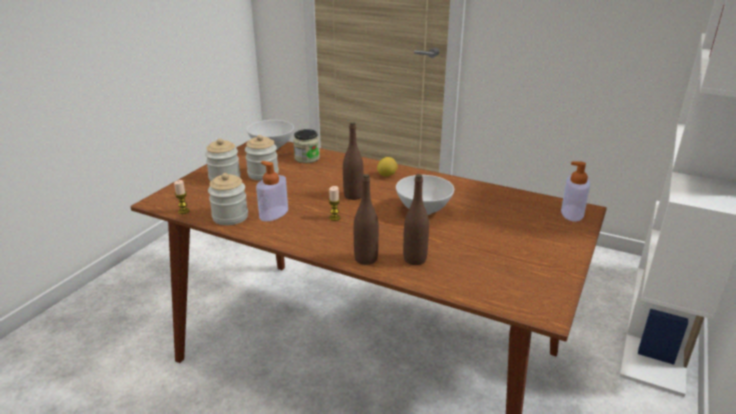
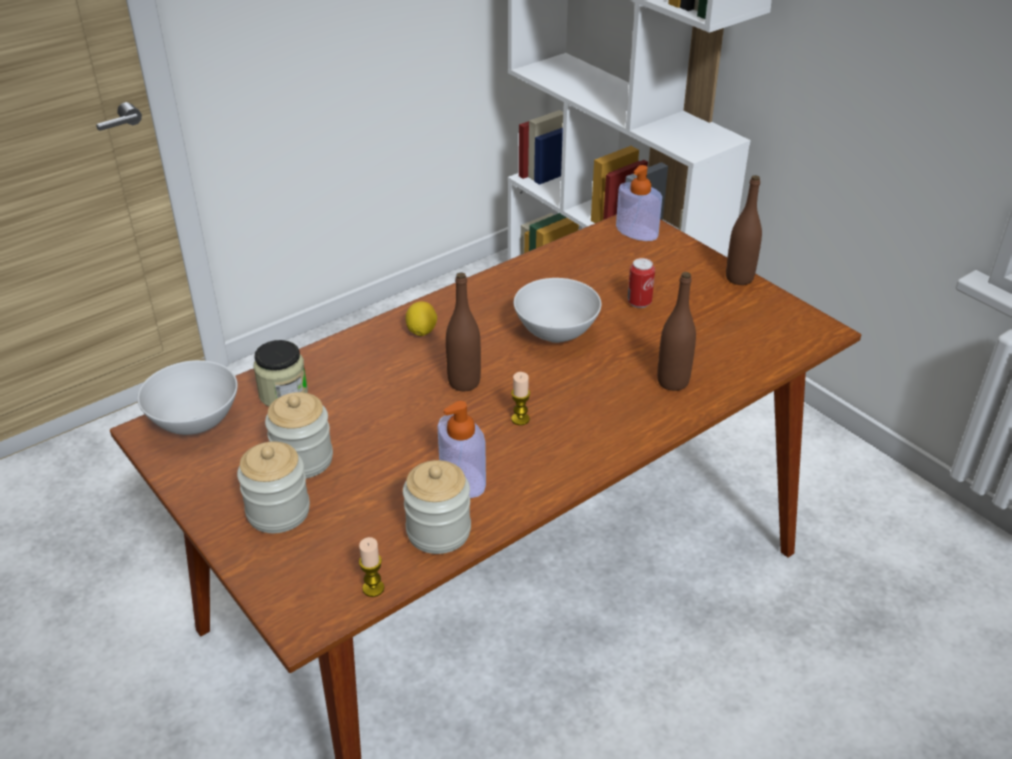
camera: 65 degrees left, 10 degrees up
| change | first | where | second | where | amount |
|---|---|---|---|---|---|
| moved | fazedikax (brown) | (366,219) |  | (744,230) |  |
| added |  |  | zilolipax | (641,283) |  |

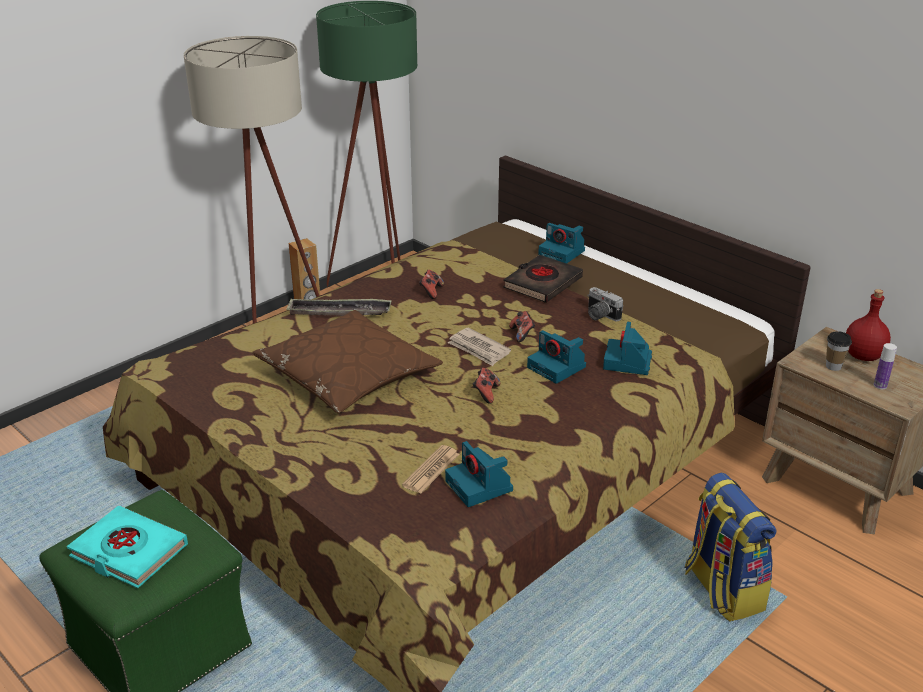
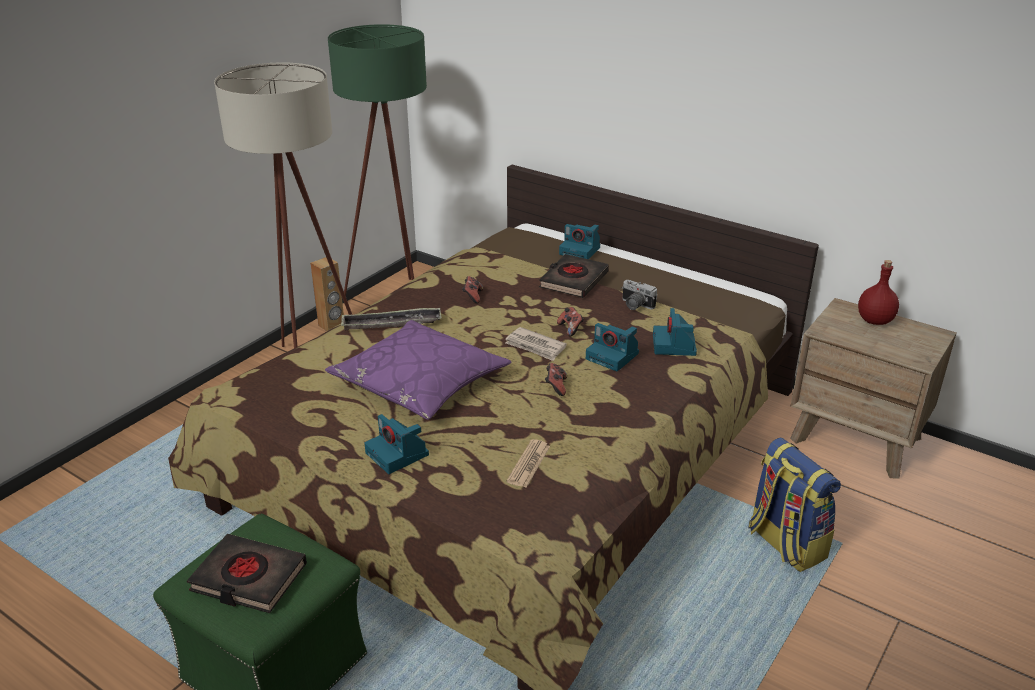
camera: 10 degrees left, 0 degrees up
| change | first | where | second | where | amount |
|---|---|---|---|---|---|
| recoloured | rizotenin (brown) | (347,361) | rizotenin (purple) | (418,370) |  |
| removed | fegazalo | (839,351) |  |  |  |
| removed | fazedikax | (885,366) |  |  |  |
| moved | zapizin | (479,474) |  | (396,444) |  |
| recoloured | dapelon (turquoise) | (127,547) | dapelon (black) | (247,573) |  |

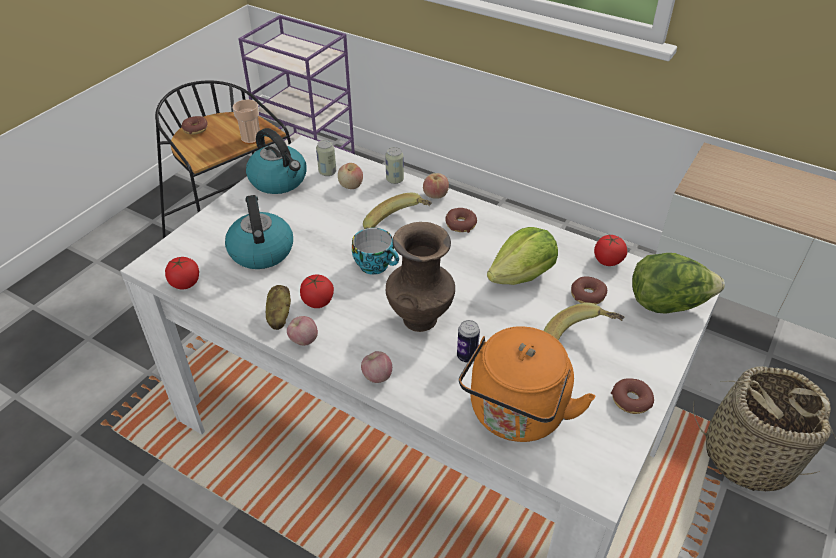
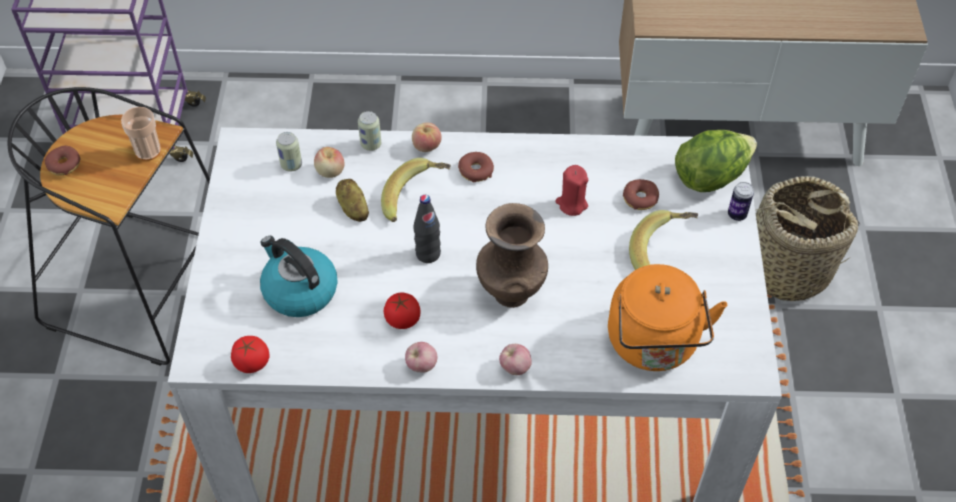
camera: 30 degrees left, 10 degrees up
| change | first | where | second | where | amount |
|---|---|---|---|---|---|
| removed | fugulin | (276,161) |  |  |  |
| replaced | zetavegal | (522,256) | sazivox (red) | (572,190) |  |
| replaced | fegazalo | (375,251) | fazedikax (black) | (427,229) |  |
| removed | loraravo | (610,250) |  |  |  |
| moved | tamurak | (278,307) |  | (352,200) |  |
| moved | zilolipax | (468,341) |  | (741,201) |  |
| removed | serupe | (632,396) |  |  |  |

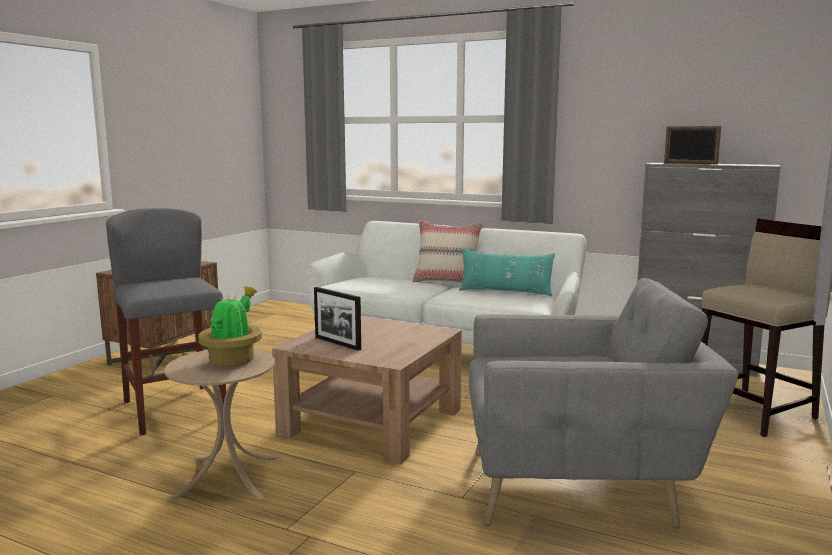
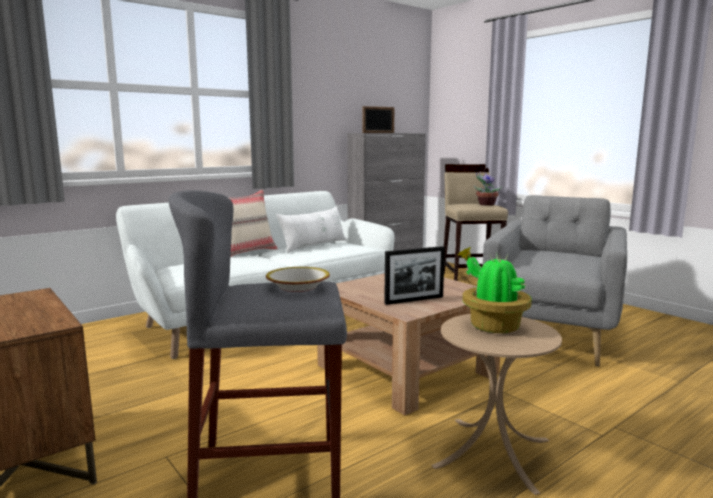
camera: 65 degrees left, 0 degrees up
| change | first | where | second | where | amount |
|---|---|---|---|---|---|
| recoloured | rizotenin (turquoise) | (507,272) | rizotenin (white) | (311,229) |  |
| added |  |  | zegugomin | (488,187) |  |
| added |  |  | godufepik | (298,279) |  |

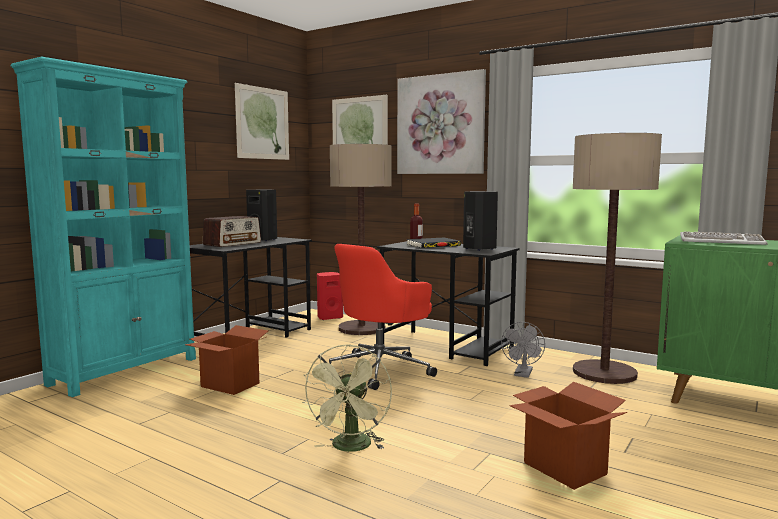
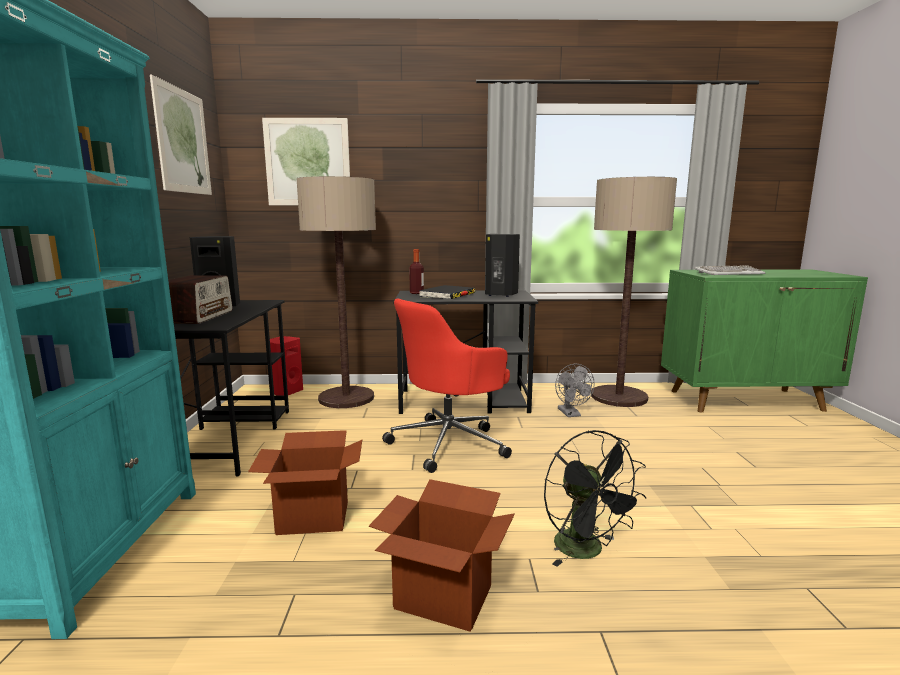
camera: 35 degrees left, 5 degrees up
| change | first | where | second | where | amount |
|---|---|---|---|---|---|
| removed | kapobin | (441,121) |  |  |  |
| turned | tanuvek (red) | (383,317) |  | (447,386) | 45 degrees clockwise |
| recoloured | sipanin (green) | (347,398) | sipanin (black) | (595,498) |  |
| moved | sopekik | (568,436) |  | (442,555) |  |

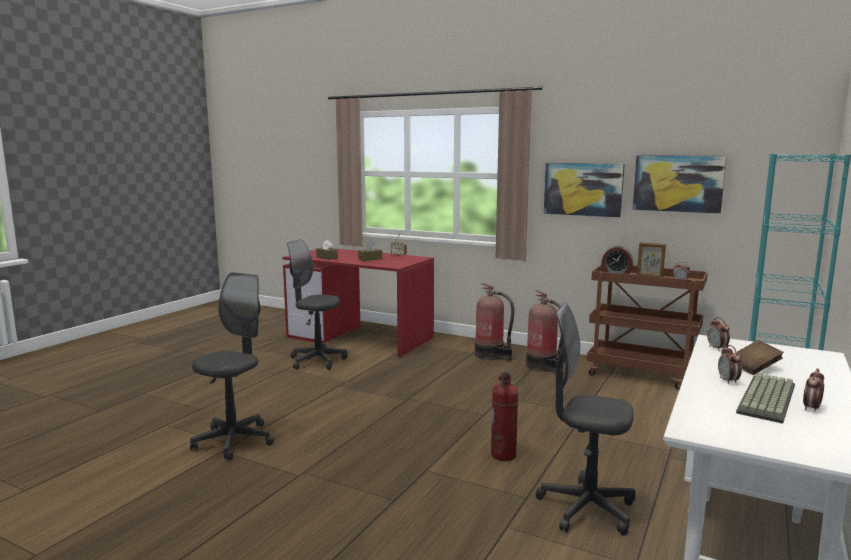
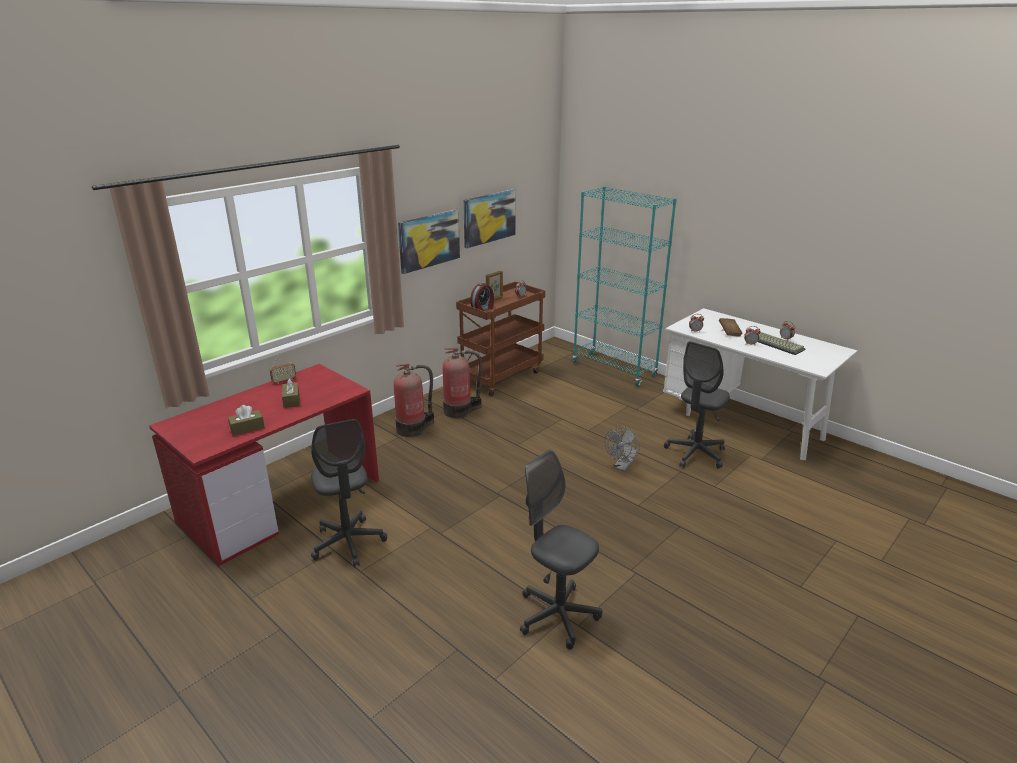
camera: 75 degrees left, 15 degrees up
| change | first | where | second | where | amount |
|---|---|---|---|---|---|
| turned | tanuvek (grey) | (317,304) |  | (349,493) | 60 degrees counterclockwise |
| replaced | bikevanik | (504,416) | sipanin (grey) | (622,449) |  |

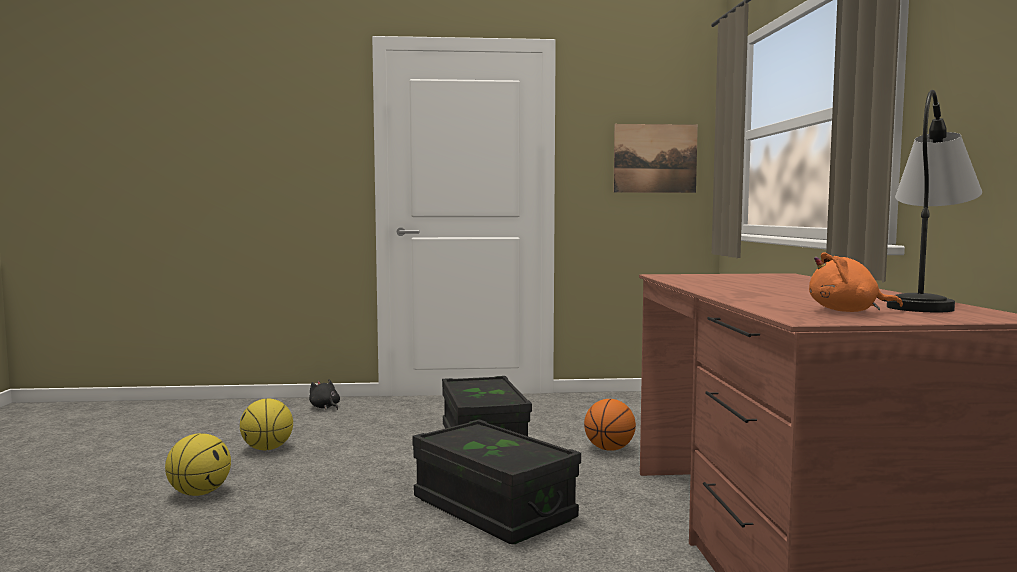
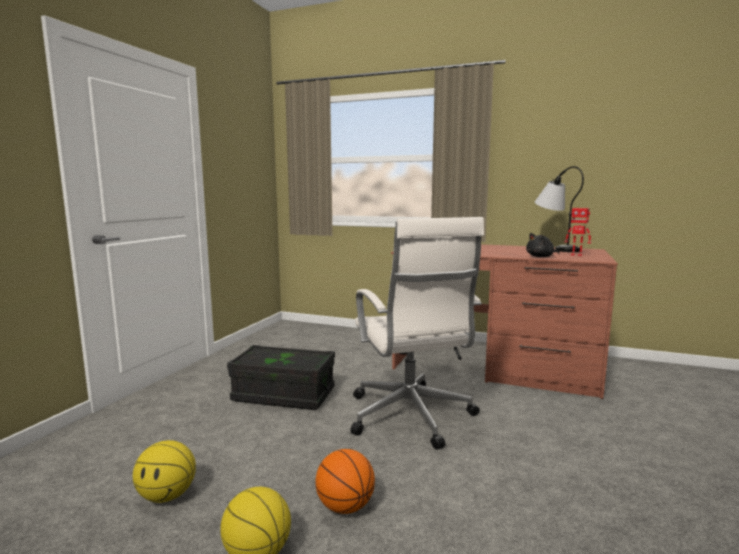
camera: 65 degrees left, 5 degrees up
| change | first | where | second | where | amount |
|---|---|---|---|---|---|
| removed | kapobin | (655,158) |  |  |  |
| replaced | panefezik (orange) | (856,282) | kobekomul | (577,232) |  |
| moved | panefezik (black) | (324,394) |  | (542,245) |  |
| moved | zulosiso | (610,425) |  | (345,481) |  |
| replaced | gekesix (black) | (496,481) | tanuvek (white) | (417,333) |  |

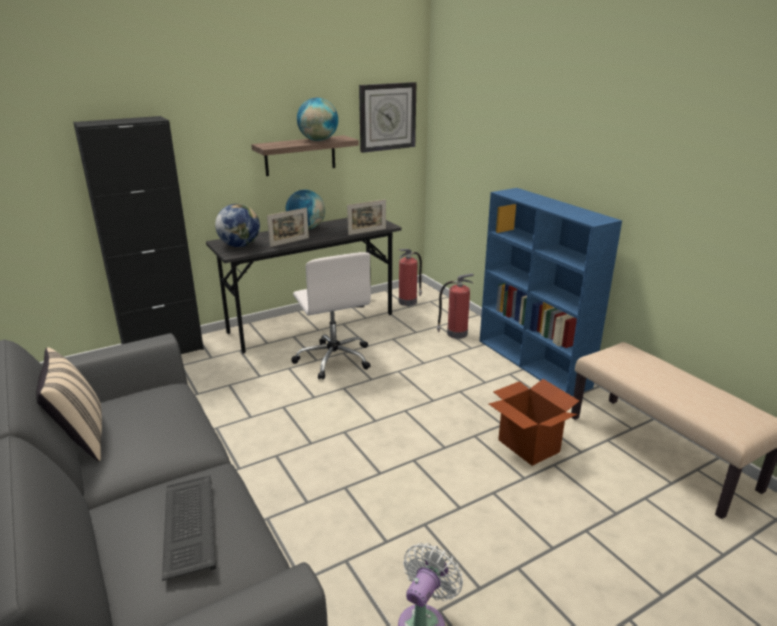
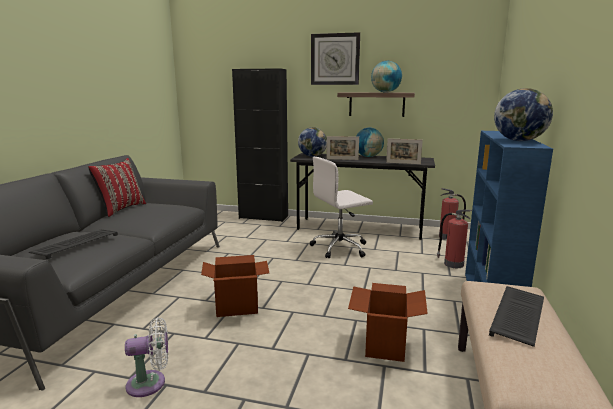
camera: 45 degrees right, 10 degrees down
| change | first | where | second | where | amount |
|---|---|---|---|---|---|
| moved | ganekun | (388,117) |  | (335,58) |  |
| turned | tanuvek (white) | (331,315) |  | (341,208) | 45 degrees clockwise |
| recoloured | rizotenin (beige) | (69,404) | rizotenin (red) | (117,187) |  |
| added |  |  | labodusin | (523,114) |  |
| added |  |  | sopekik | (235,286) |  |
| added |  |  | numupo | (516,316) |  |

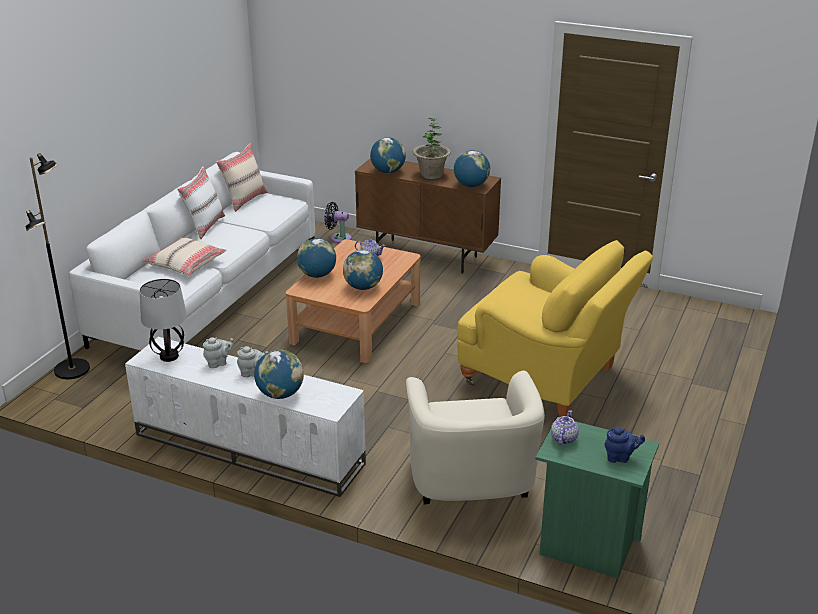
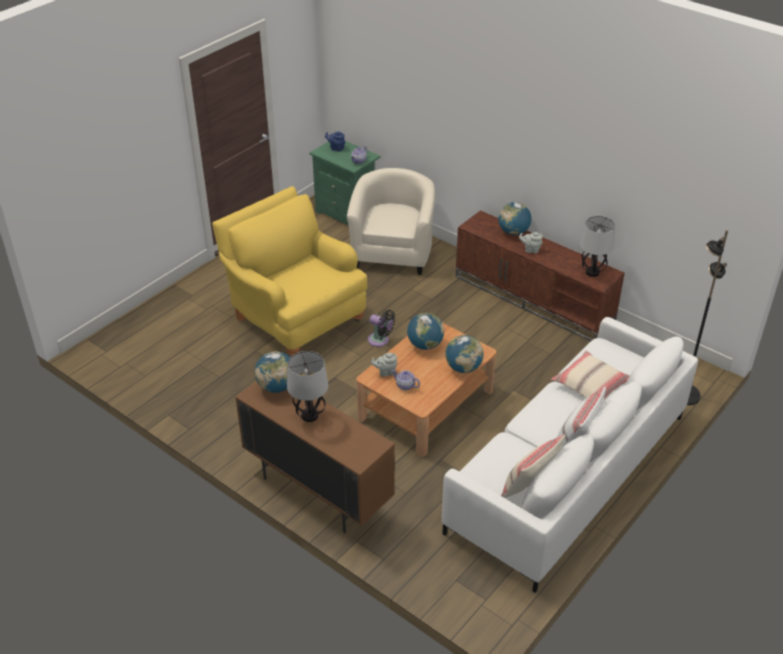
camera: 165 degrees left, 10 degrees up
| change | first | where | second | where | amount |
|---|---|---|---|---|---|
| replaced | zegugomin | (432,148) | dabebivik | (307,386) |  |
| removed | labodusin | (388,155) |  |  |  |
| moved | sipanin (black) | (338,222) |  | (381,328) |  |
| recoloured | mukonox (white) | (245,417) | mukonox (brown) | (540,275) |  |
| moved | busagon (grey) | (219,352) |  | (384,365) |  |

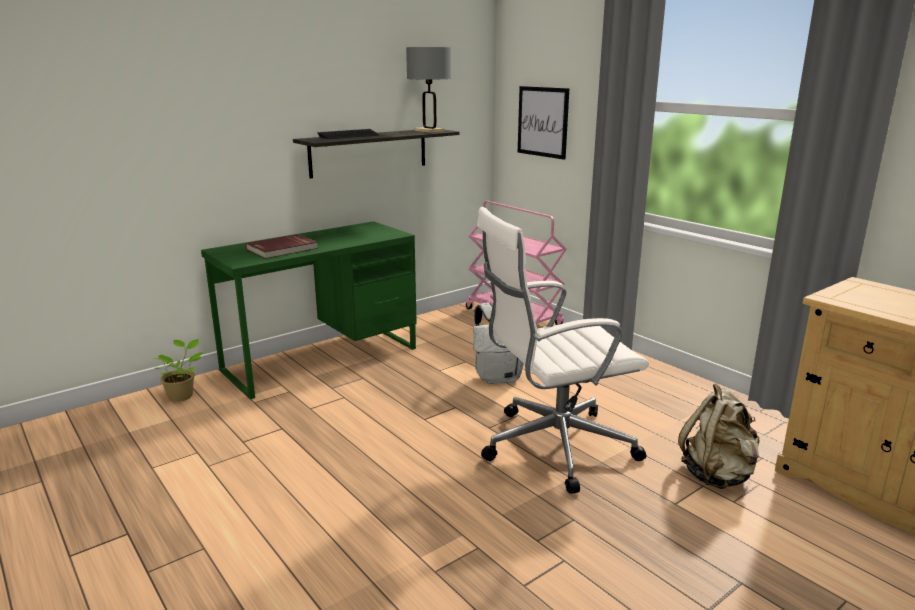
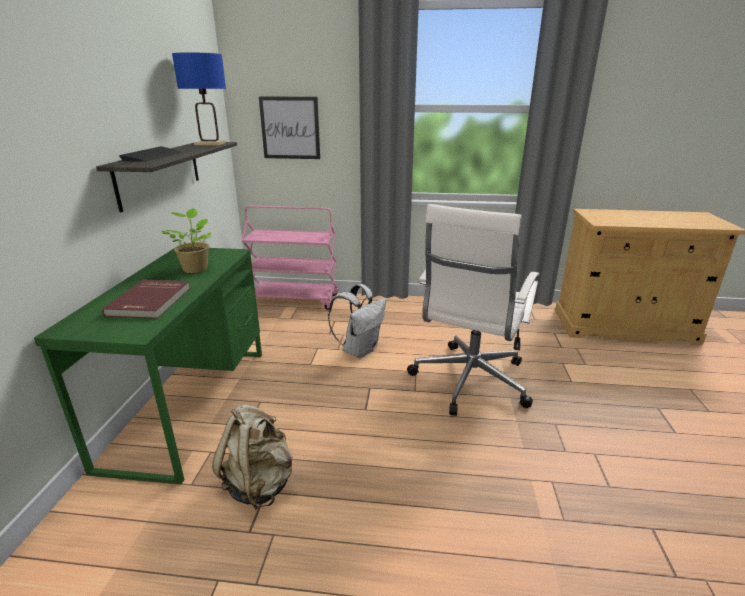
camera: 45 degrees left, 5 degrees up
| change | first | where | second | where | amount |
|---|---|---|---|---|---|
| recoloured | dabebivik (grey) | (428,90) | dabebivik (blue) | (199,99) |  |
| moved | zegugomin | (178,370) |  | (187,240) |  |
| moved | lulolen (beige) | (718,436) |  | (252,457) |  |

